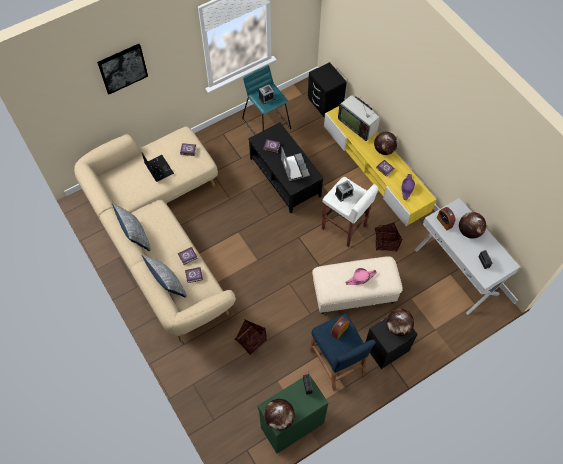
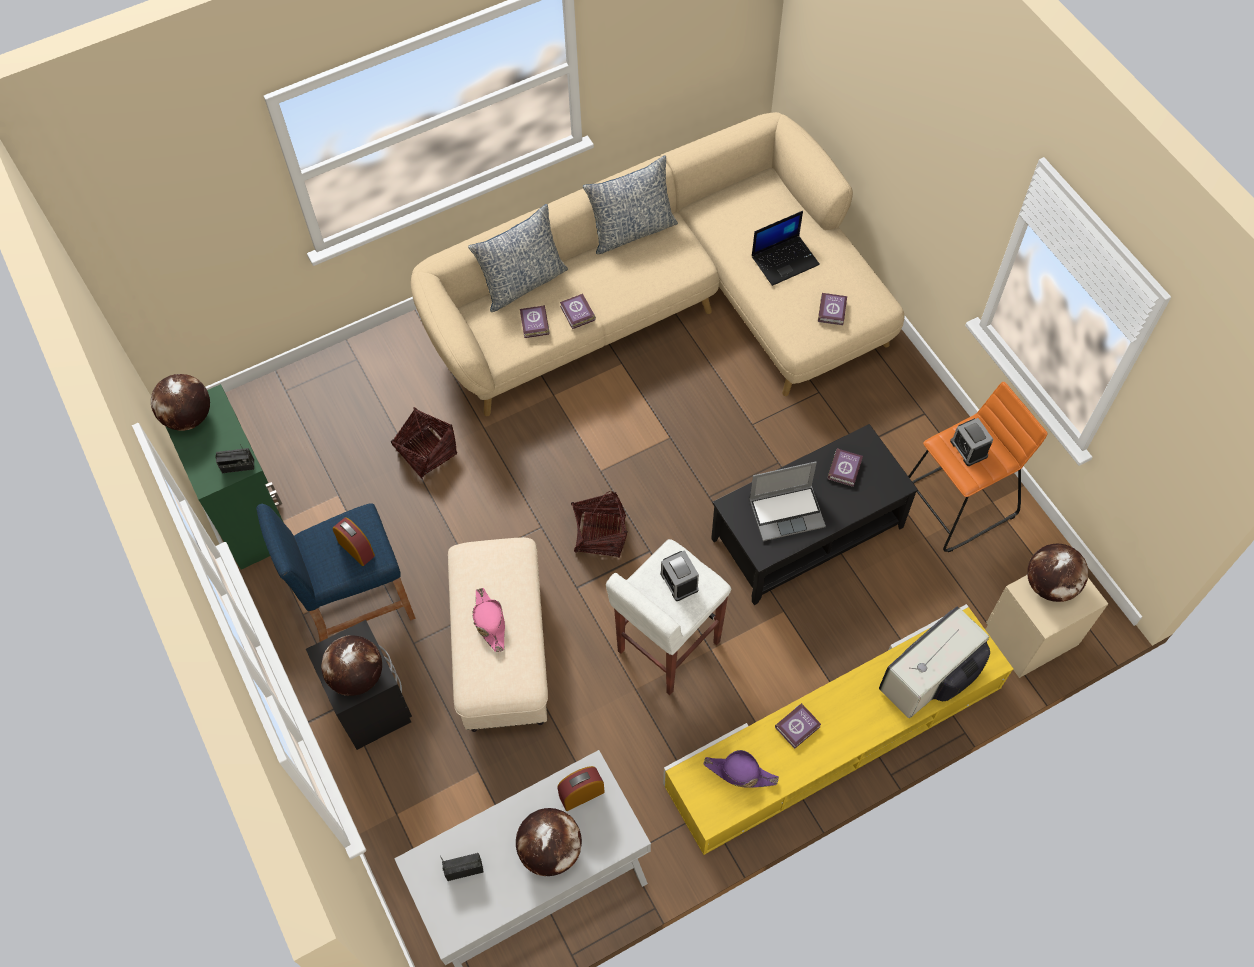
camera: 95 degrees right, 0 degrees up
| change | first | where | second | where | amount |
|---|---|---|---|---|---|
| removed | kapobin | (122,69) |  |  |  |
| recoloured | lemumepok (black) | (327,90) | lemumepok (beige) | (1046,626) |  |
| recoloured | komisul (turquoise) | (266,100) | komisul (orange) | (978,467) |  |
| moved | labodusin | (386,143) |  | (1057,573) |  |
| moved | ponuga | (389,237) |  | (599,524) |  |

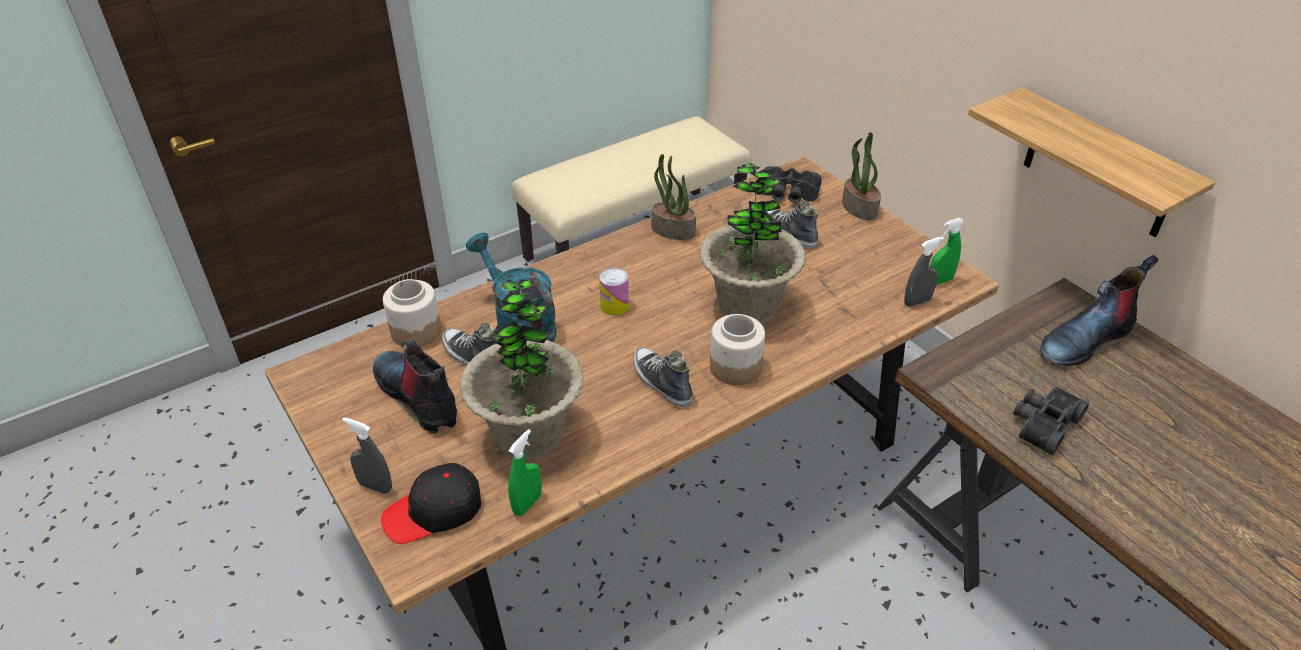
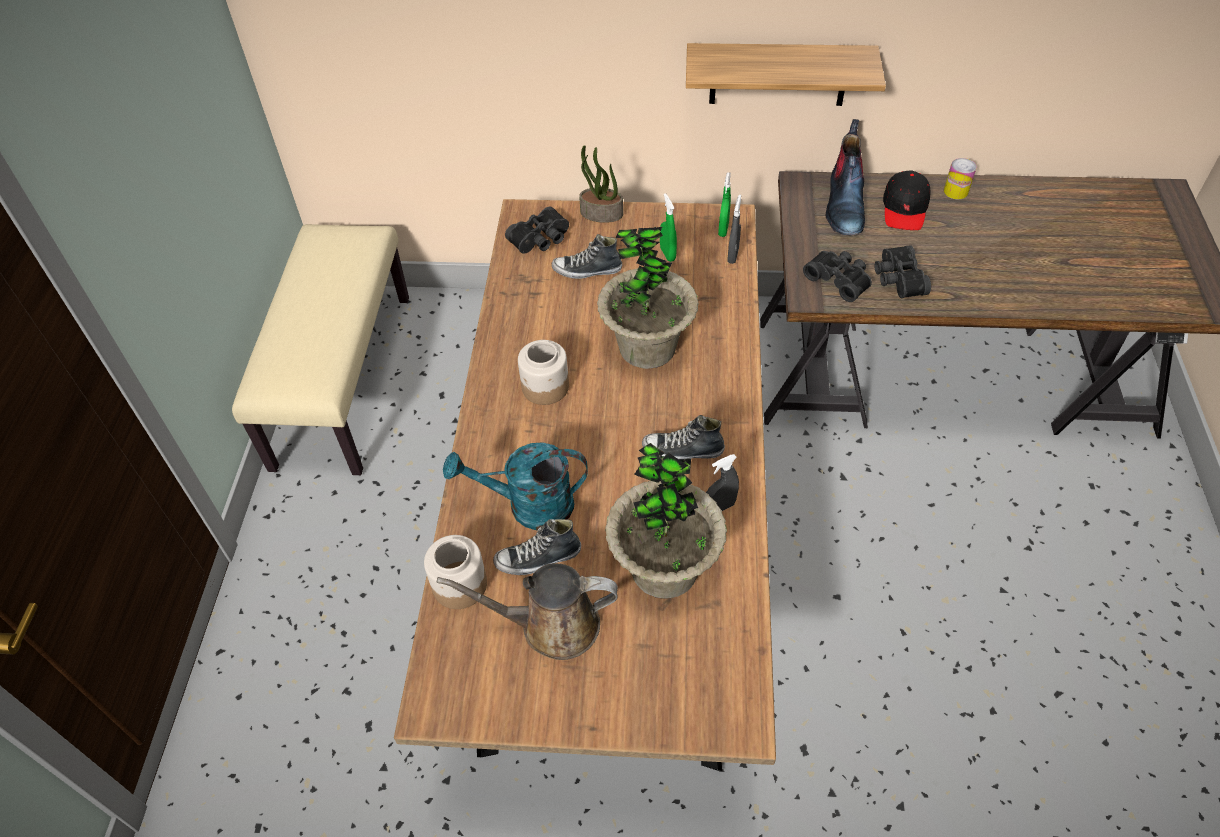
camera: 50 degrees left, 10 degrees up
| change | first | where | second | where | amount |
|---|---|---|---|---|---|
| removed | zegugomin | (673,197) |  |  |  |
| moved | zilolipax | (614,292) |  | (960,178) |  |
| moved | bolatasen | (737,349) |  | (543,372) |  |
| replaced | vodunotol | (415,387) | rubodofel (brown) | (527,611) |  |
| moved | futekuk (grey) | (367,455) |  | (722,482) |  |
| moved | futekuk (green) | (525,472) |  | (668,227) |  |
| moved | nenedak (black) | (431,503) |  | (907,200) |  |
| added |  |  | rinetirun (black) | (837,276) |  |

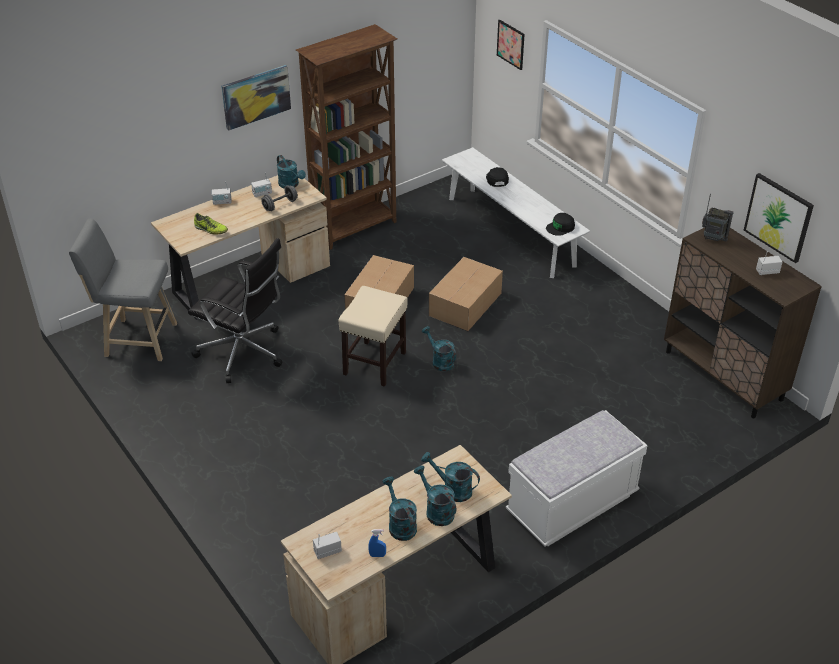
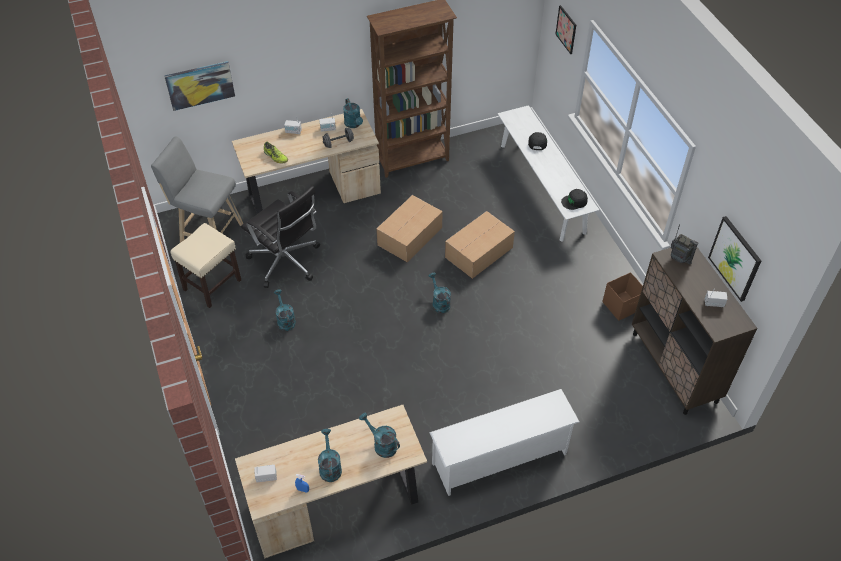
camera: 15 degrees right, 10 degrees up
| change | first | where | second | where | amount |
|---|---|---|---|---|---|
| moved | kapobin | (256,98) |  | (199,86) |  |
| moved | komisul (beige) | (373,336) |  | (205,265) |  |
| replaced | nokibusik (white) | (577,478) | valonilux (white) | (504,442) |  |
| moved | rubodofel (turquoise) | (435,495) |  | (285,310) |  |
| added |  |  | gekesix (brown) | (622,296) |  |

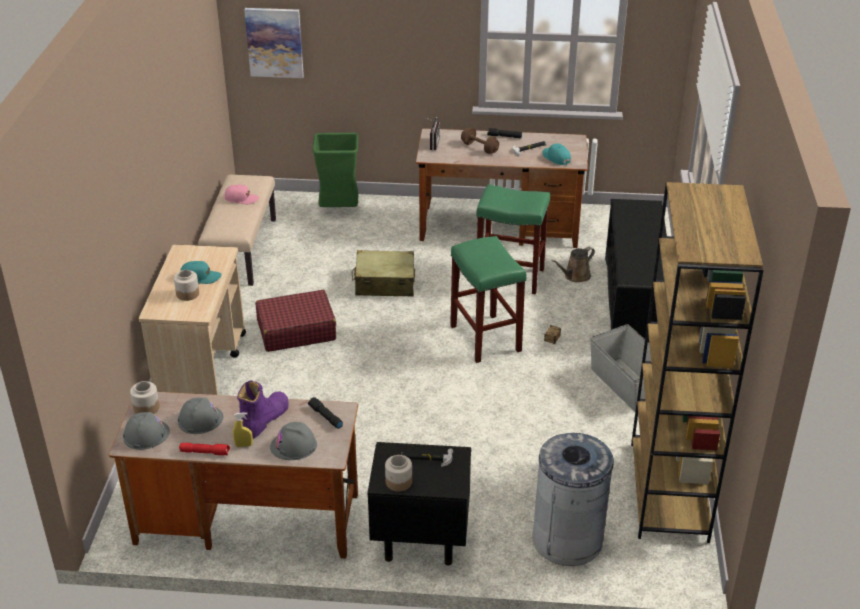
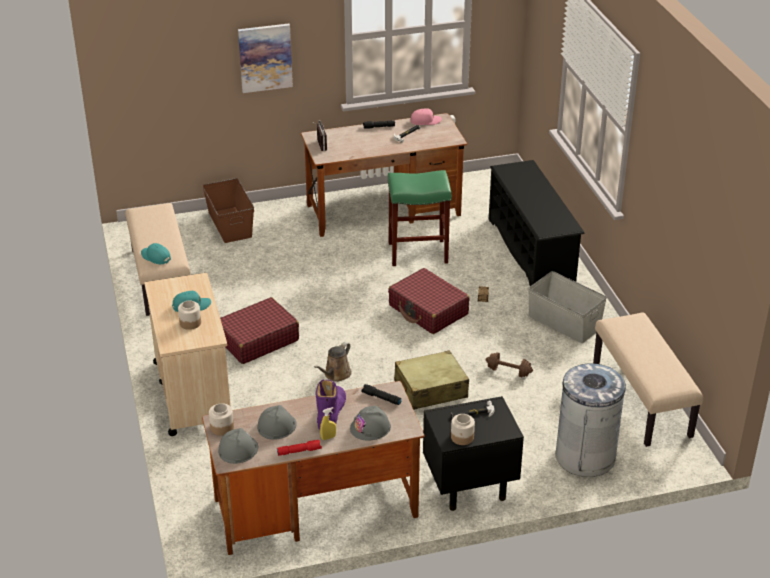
camera: 20 degrees left, 0 degrees up
| change | first | where | second | where | amount |
|---|---|---|---|---|---|
| moved | kapobin | (274,43) |  | (265,58) |  |
| moved | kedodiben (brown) | (480,141) |  | (509,365) |  |
| replaced | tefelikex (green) | (336,170) | gekesix (brown) | (228,210) |  |
| moved | nenedak (turquoise) | (557,154) |  | (156,253) |  |
| replaced | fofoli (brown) | (697,362) | nokibusik (beige) | (648,379) |  |
| moved | nenedak (pink) | (242,194) |  | (426,116) |  |
| replaced | komisul (green) | (488,299) | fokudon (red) | (429,301) |  |
| moved | rubodofel (brown) | (573,264) |  | (333,362) |  |
| moved | fokudon (beige) | (383,273) |  | (431,380) |  |

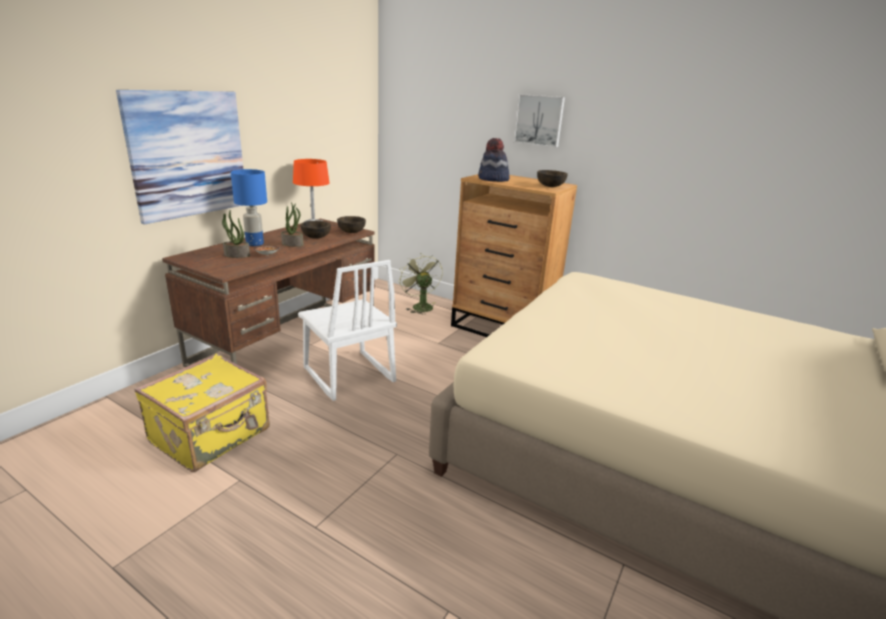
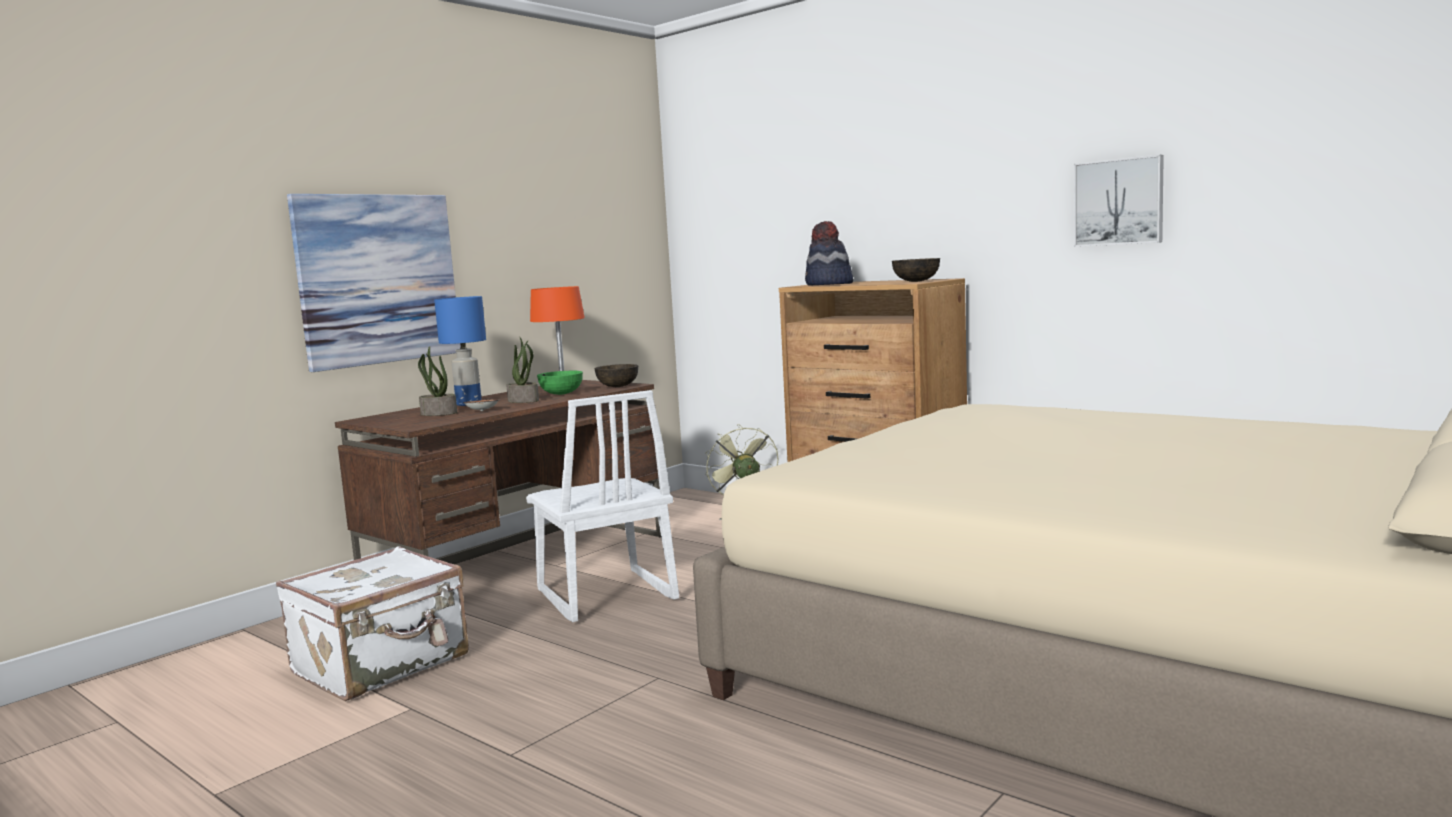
camera: 10 degrees right, 15 degrees down
| change | first | where | second | where | amount |
|---|---|---|---|---|---|
| moved | kapobin | (539,120) |  | (1119,201) |  |
| recoloured | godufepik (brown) | (315,229) | godufepik (green) | (560,383) |  |
| recoloured | fokudon (yellow) | (202,413) | fokudon (white) | (372,623) |  |

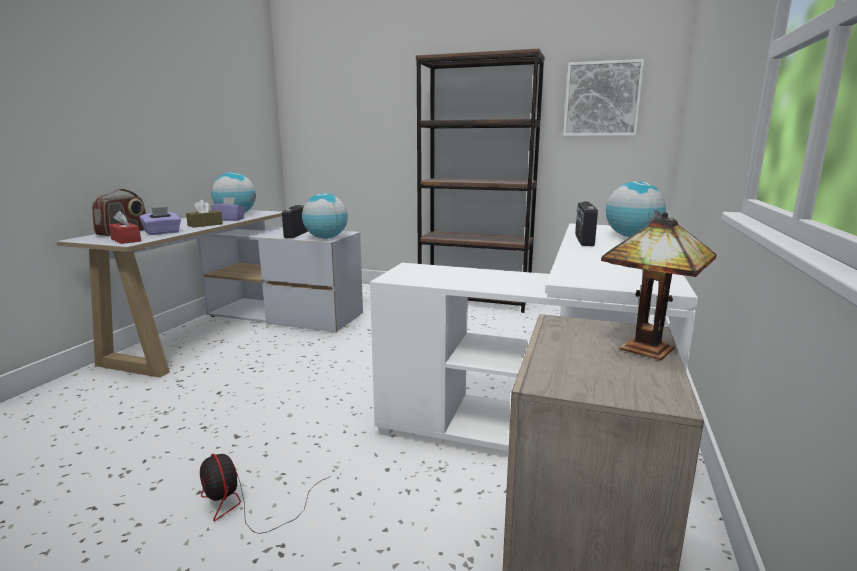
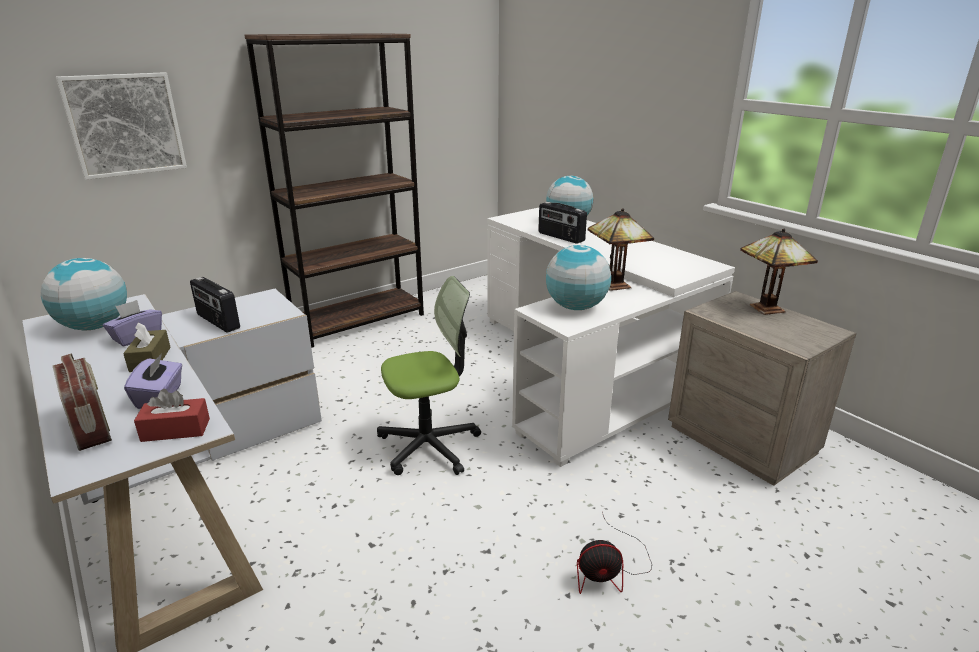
camera: 55 degrees left, 10 degrees up
| change | first | where | second | where | amount |
|---|---|---|---|---|---|
| moved | kapobin | (603,97) |  | (121,126) |  |
| moved | labodusin | (325,216) |  | (578,277) |  |
| added |  |  | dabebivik | (621,249) |  |
| added |  |  | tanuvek | (429,375) |  |

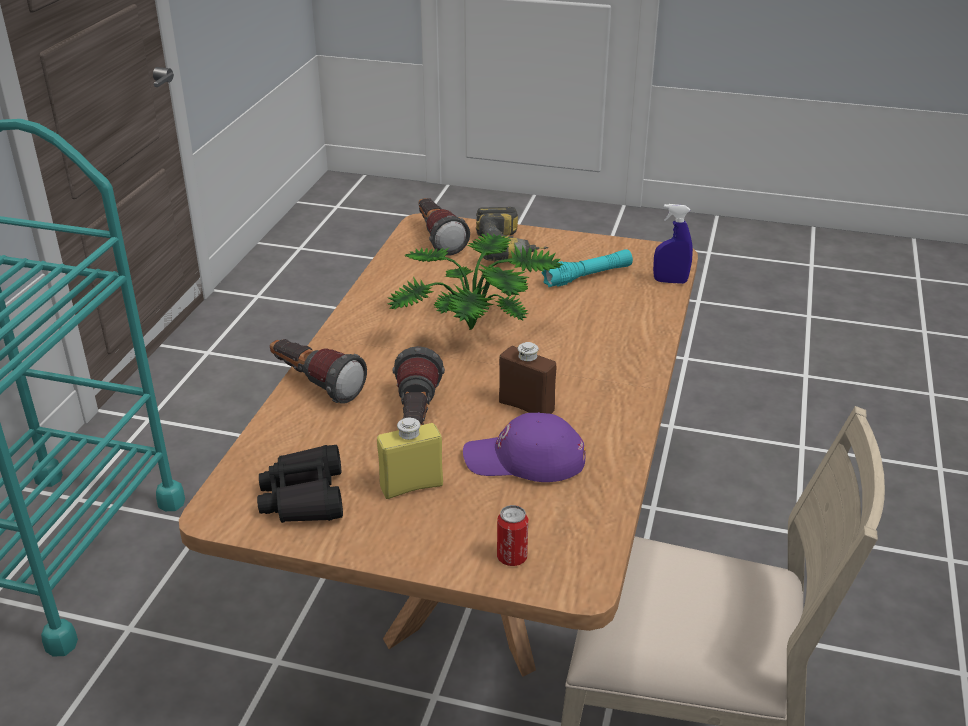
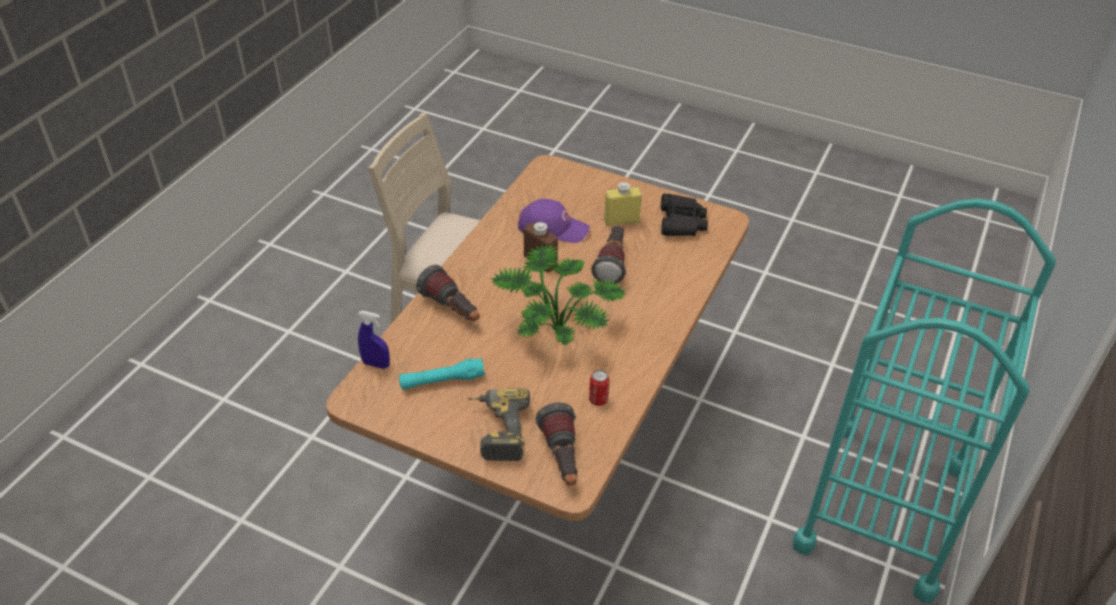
camera: 170 degrees left, 10 degrees up
| change | first | where | second | where | amount |
|---|---|---|---|---|---|
| moved | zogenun | (318,371) |  | (448,293) |  |
| moved | zilolipax | (512,535) |  | (599,387) |  |

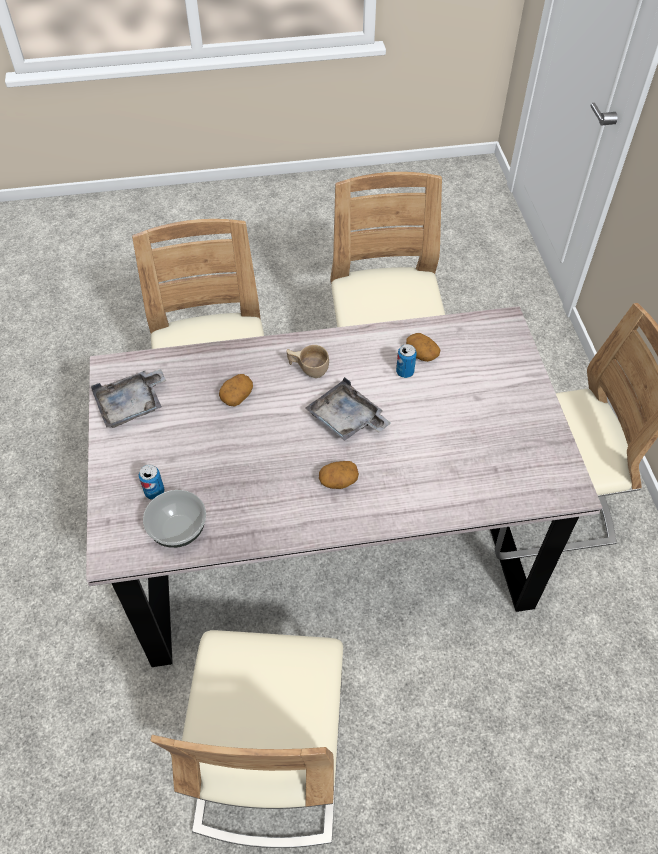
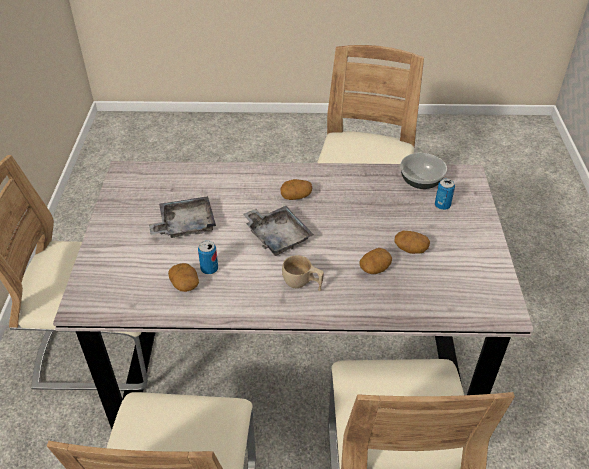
camera: 170 degrees left, 10 degrees down
| change | first | where | second | where | amount |
|---|---|---|---|---|---|
| moved | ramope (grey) | (128,398) |  | (182,217) |  |
| added |  |  | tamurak | (412,242) |  |

